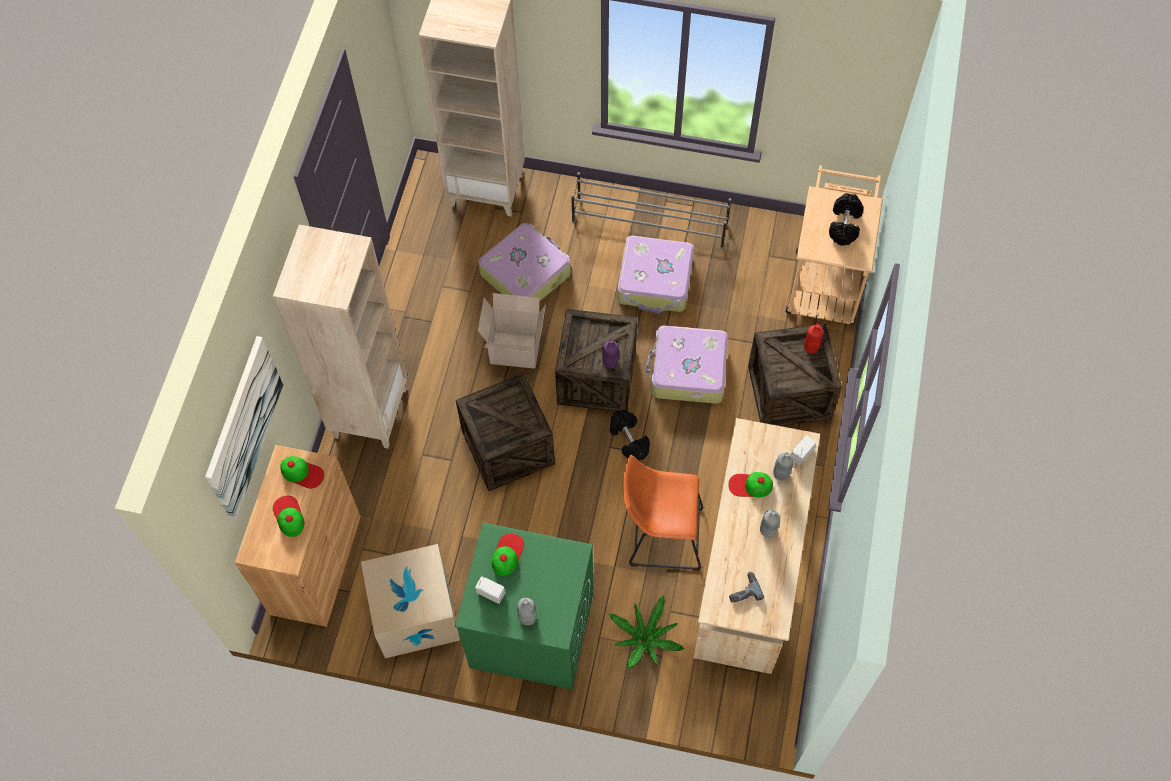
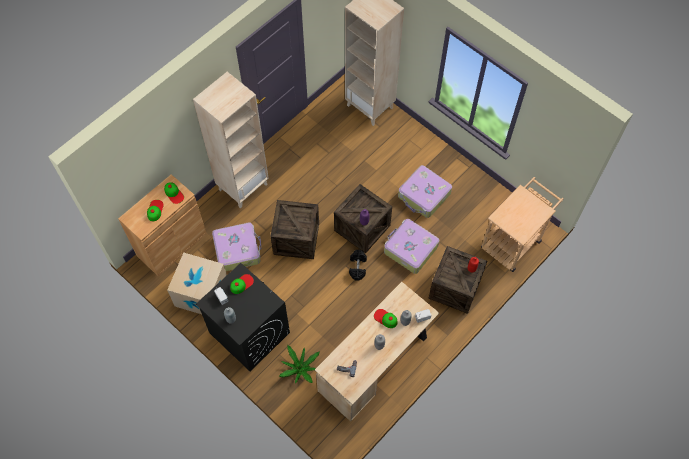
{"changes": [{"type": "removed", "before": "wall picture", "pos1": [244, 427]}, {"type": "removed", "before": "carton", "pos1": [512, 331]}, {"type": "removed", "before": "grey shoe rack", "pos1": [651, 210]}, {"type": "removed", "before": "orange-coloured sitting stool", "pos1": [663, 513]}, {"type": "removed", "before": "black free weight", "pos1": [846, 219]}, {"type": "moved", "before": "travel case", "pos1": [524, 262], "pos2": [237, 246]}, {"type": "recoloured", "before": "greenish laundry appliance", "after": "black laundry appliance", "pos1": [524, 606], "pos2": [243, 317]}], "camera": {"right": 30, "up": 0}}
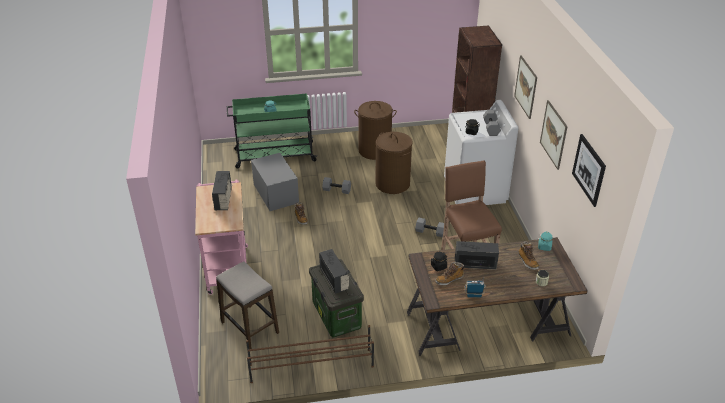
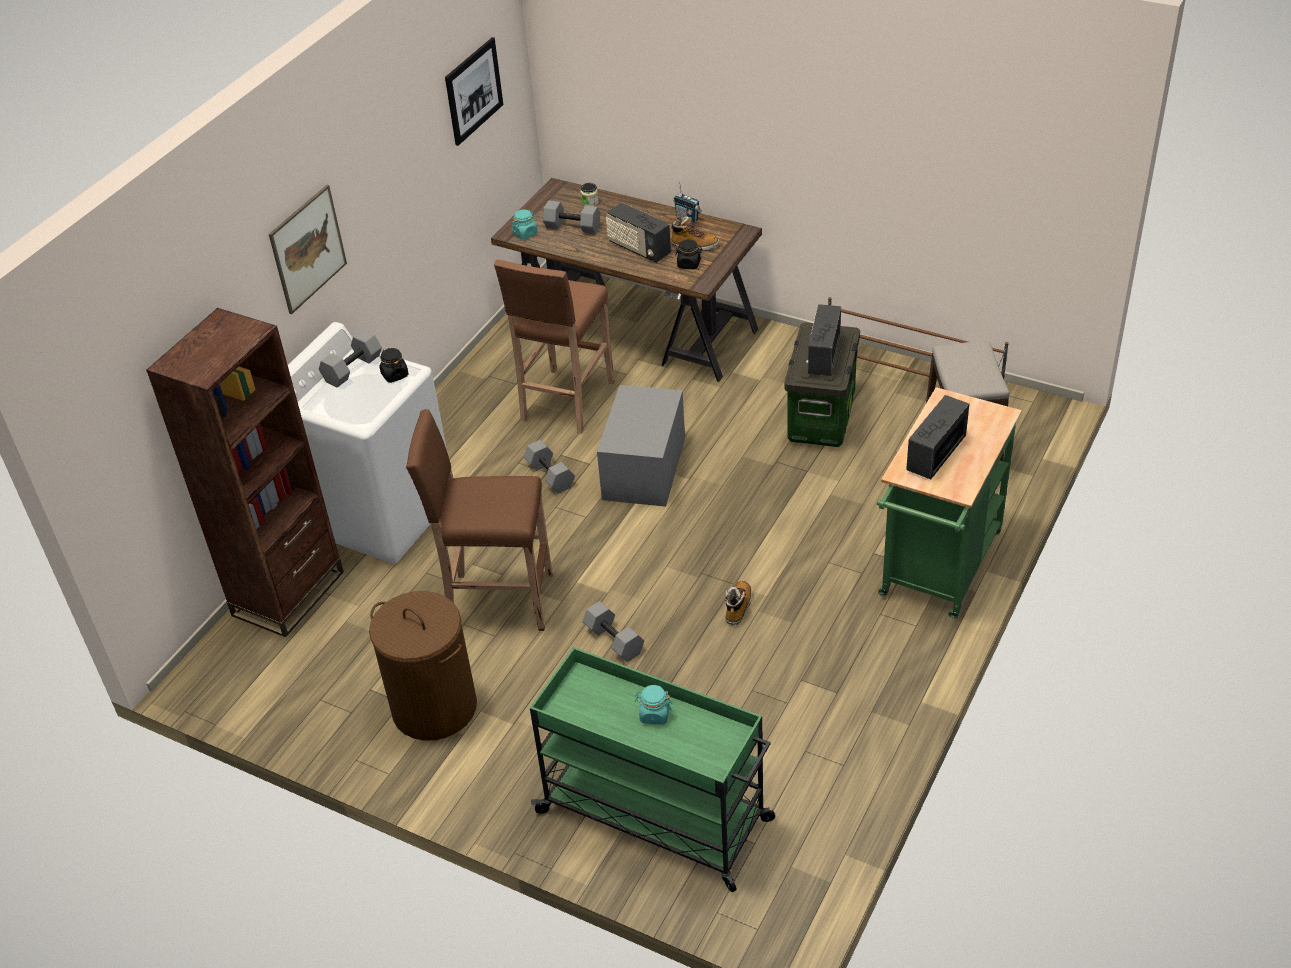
{"changes": [{"type": "removed", "before": "wall picture", "pos1": [554, 135]}, {"type": "moved", "before": "grey storage box", "pos1": [275, 182], "pos2": [641, 446]}, {"type": "replaced", "before": "brownish laundry basket", "after": "brownish sitting stool", "pos1": [394, 163], "pos2": [479, 520]}, {"type": "replaced", "before": "high-top boot", "after": "grey free weight", "pos1": [528, 255], "pos2": [571, 217]}, {"type": "recoloured", "before": "pinkish cart", "after": "greenish cart", "pos1": [221, 237], "pos2": [949, 503]}], "camera": {"right": -140, "up": 5}}
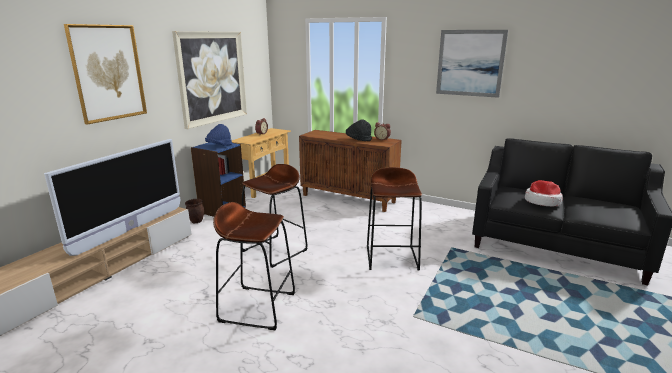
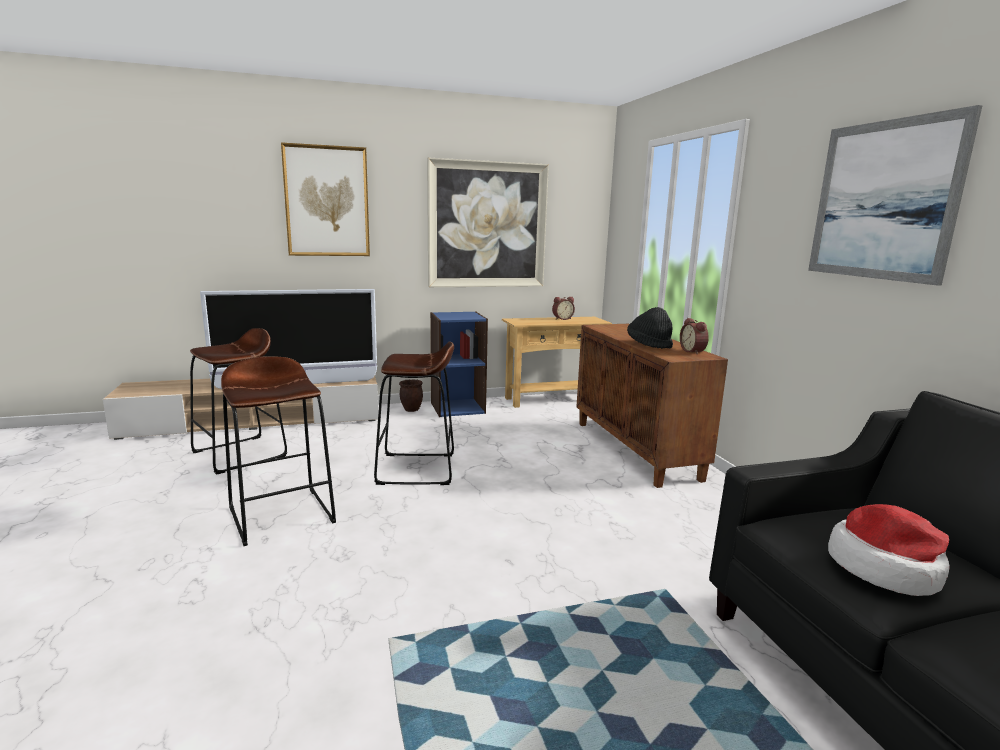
{"changes": [{"type": "removed", "before": "bluish hat", "pos1": [218, 134]}, {"type": "moved", "before": "brownish sitting stool", "pos1": [394, 218], "pos2": [238, 401]}], "camera": {"right": 45, "up": -5}}
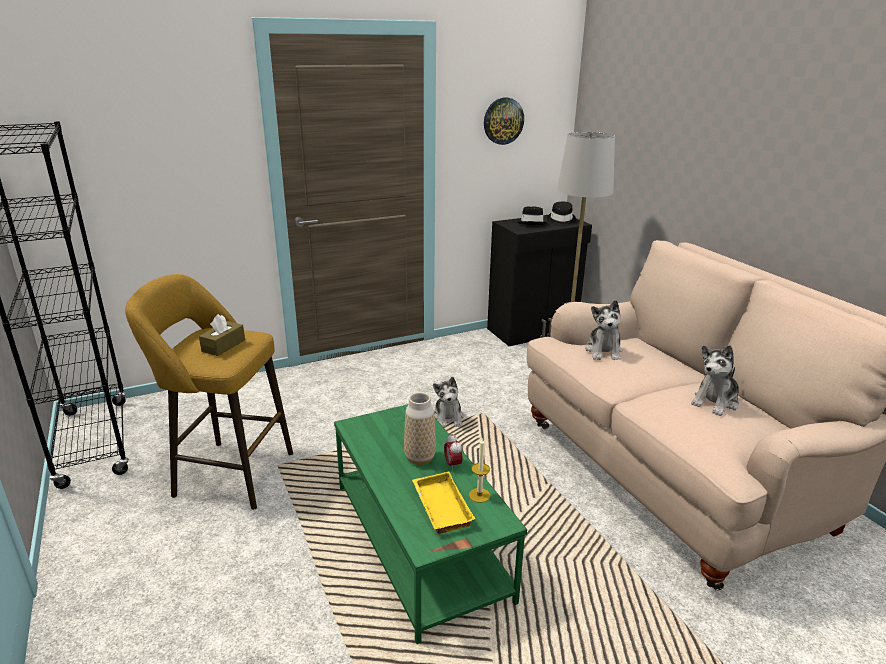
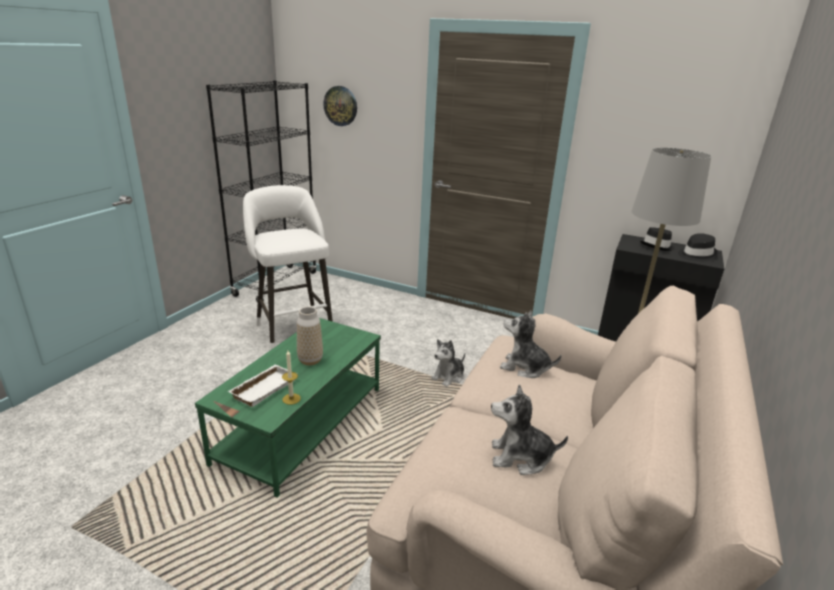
{"changes": [{"type": "removed", "before": "brownish tissue box", "pos1": [222, 335]}, {"type": "removed", "before": "bedside clock", "pos1": [453, 452]}, {"type": "moved", "before": "clock on the wall", "pos1": [504, 121], "pos2": [340, 106]}, {"type": "recoloured", "before": "yellow-coloured sitting stool", "after": "whitish sitting stool", "pos1": [209, 392], "pos2": [288, 267]}, {"type": "recoloured", "before": "yellow-coloured serving tray", "after": "whitish serving tray", "pos1": [443, 503], "pos2": [261, 385]}, {"type": "turned", "before": "plush toy", "pos1": [604, 330], "pos2": [530, 344], "turn": 60}], "camera": {"right": 50, "up": 0}}
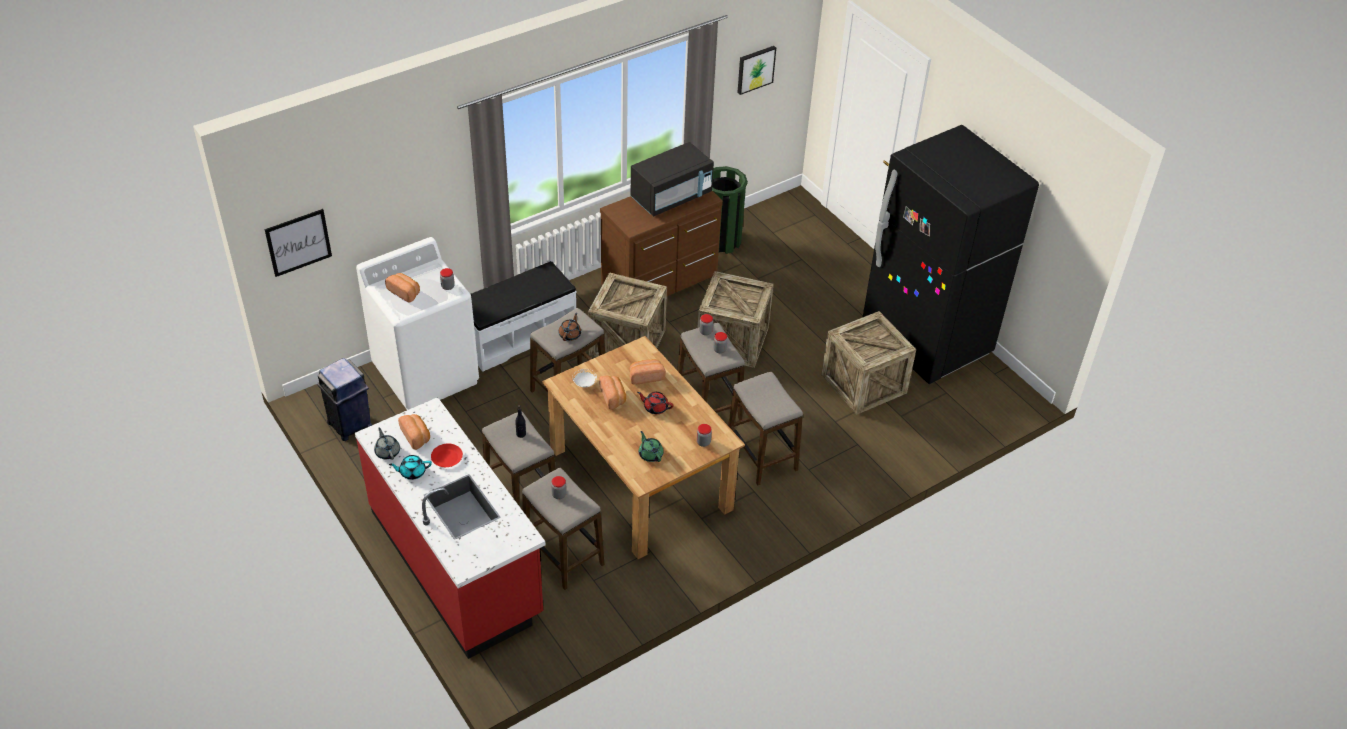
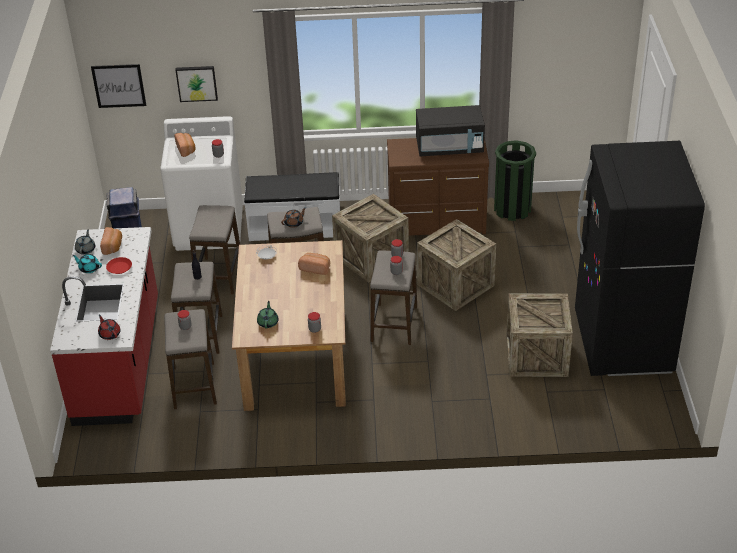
{"changes": [{"type": "removed", "before": "baked bread", "pos1": [612, 392]}, {"type": "moved", "before": "red pot for tea", "pos1": [655, 403], "pos2": [109, 327]}, {"type": "moved", "before": "sitting stool", "pos1": [765, 428], "pos2": [214, 249]}, {"type": "moved", "before": "wall picture", "pos1": [756, 70], "pos2": [196, 84]}], "camera": {"right": 35, "up": -5}}
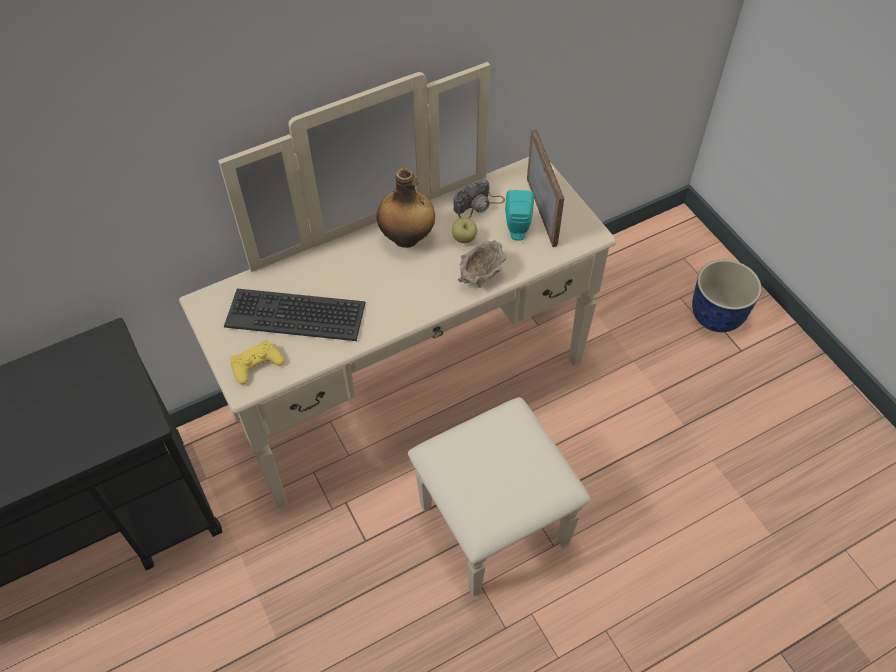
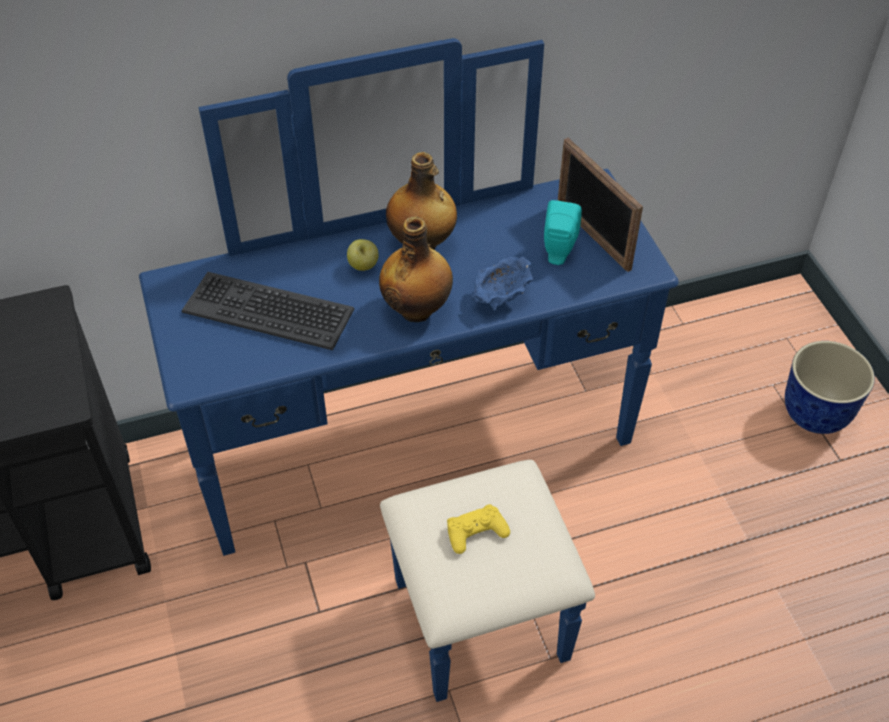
{"changes": [{"type": "removed", "before": "still camera", "pos1": [479, 199]}, {"type": "added", "after": "bottle", "pos2": [416, 269]}, {"type": "moved", "before": "yellow-coloured gamepad", "pos1": [257, 362], "pos2": [478, 529]}, {"type": "moved", "before": "apple", "pos1": [464, 230], "pos2": [363, 255]}, {"type": "recoloured", "before": "beige chest of drawers", "after": "bluish chest of drawers", "pos1": [397, 329], "pos2": [409, 370]}, {"type": "recoloured", "before": "beige bowl", "after": "bluish bowl", "pos1": [482, 264], "pos2": [501, 284]}, {"type": "turned", "before": "standing frame", "pos1": [545, 188], "pos2": [600, 205], "turn": 150}], "camera": {"right": 10, "up": -5}}
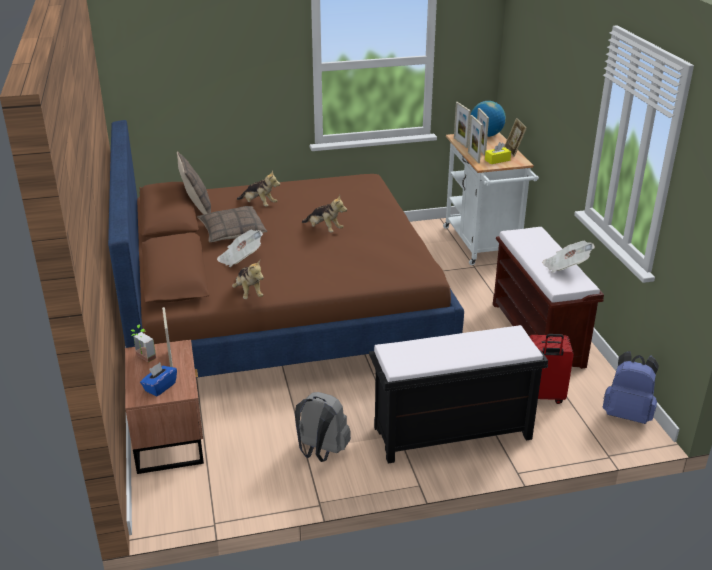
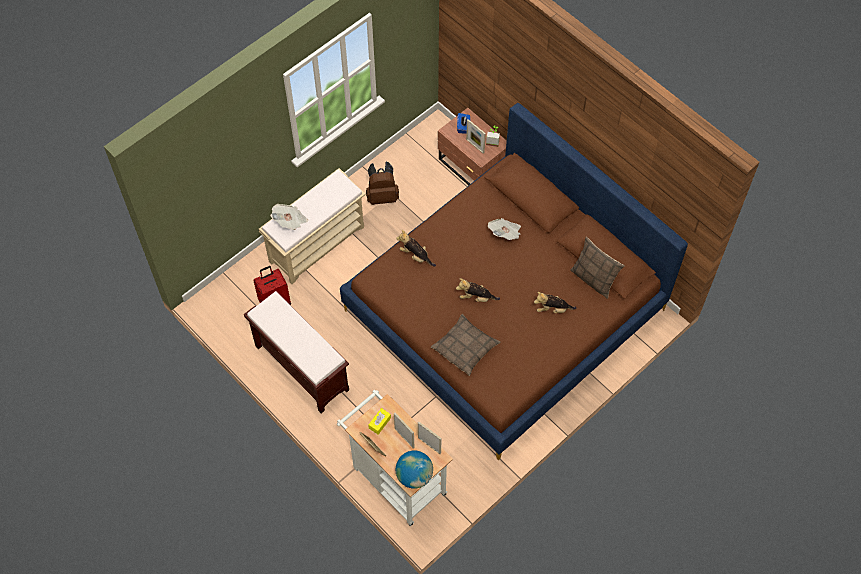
{"changes": [{"type": "removed", "before": "standing frame", "pos1": [475, 139]}, {"type": "removed", "before": "bluish knapsack", "pos1": [631, 387]}, {"type": "moved", "before": "pillow", "pos1": [232, 224], "pos2": [465, 345]}, {"type": "moved", "before": "plush toy", "pos1": [248, 279], "pos2": [416, 248]}, {"type": "moved", "before": "printed paper", "pos1": [568, 256], "pos2": [289, 217]}, {"type": "recoloured", "before": "grey knapsack", "after": "brownish knapsack", "pos1": [323, 427], "pos2": [382, 183]}, {"type": "recoloured", "before": "black long seat", "after": "beige long seat", "pos1": [458, 394], "pos2": [312, 226]}], "camera": {"right": 150, "up": 30}}
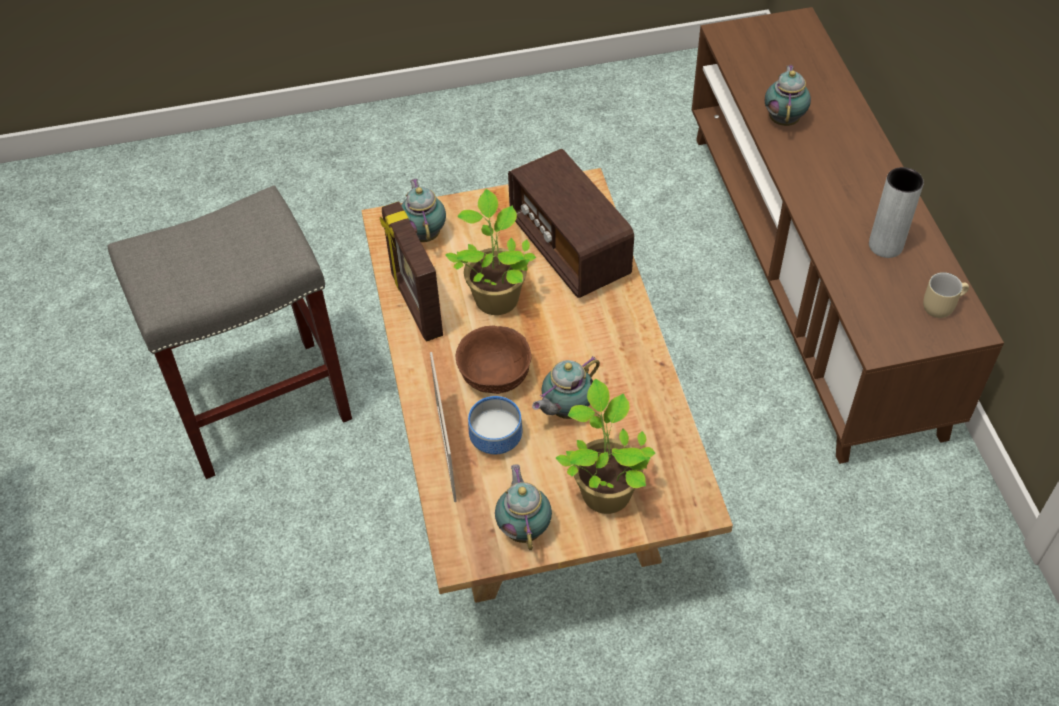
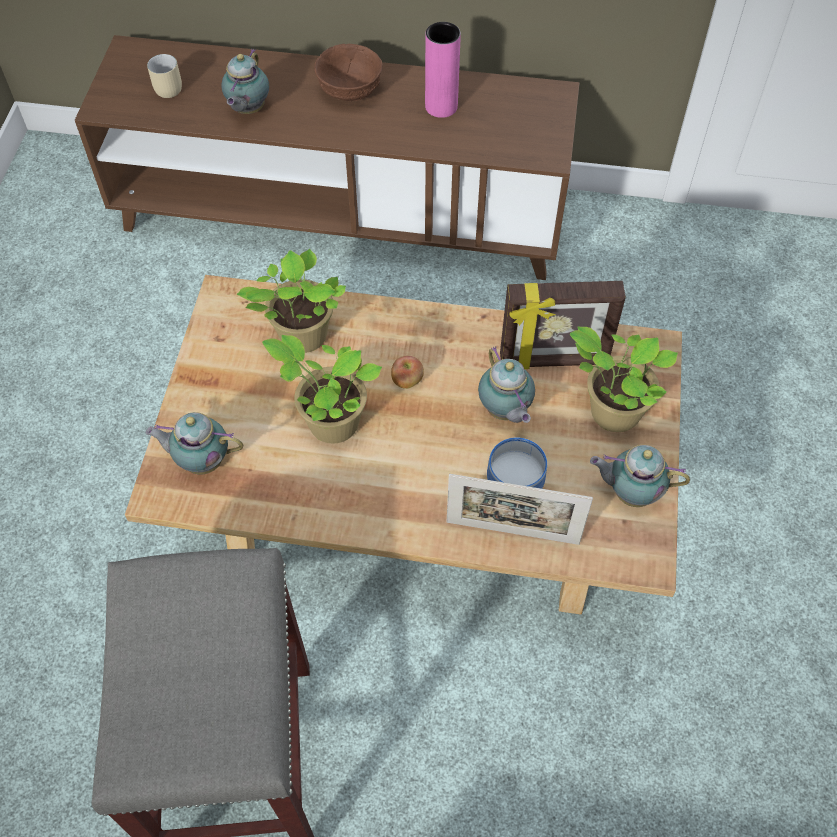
{"changes": [{"type": "added", "after": "apple", "pos2": [407, 372]}, {"type": "moved", "before": "standing frame", "pos1": [411, 271], "pos2": [563, 325]}, {"type": "moved", "before": "brownish bowl", "pos1": [494, 359], "pos2": [348, 72]}, {"type": "moved", "before": "beige coffee mug", "pos1": [946, 295], "pos2": [164, 76]}, {"type": "replaced", "before": "radio set", "after": "houseplant", "pos1": [571, 223], "pos2": [291, 301]}, {"type": "recoloured", "before": "grey flower vase", "after": "pinkish flower vase", "pos1": [896, 212], "pos2": [443, 70]}, {"type": "turned", "before": "pot for tea", "pos1": [788, 95], "pos2": [245, 81], "turn": -105}], "camera": {"right": -70, "up": 5}}
